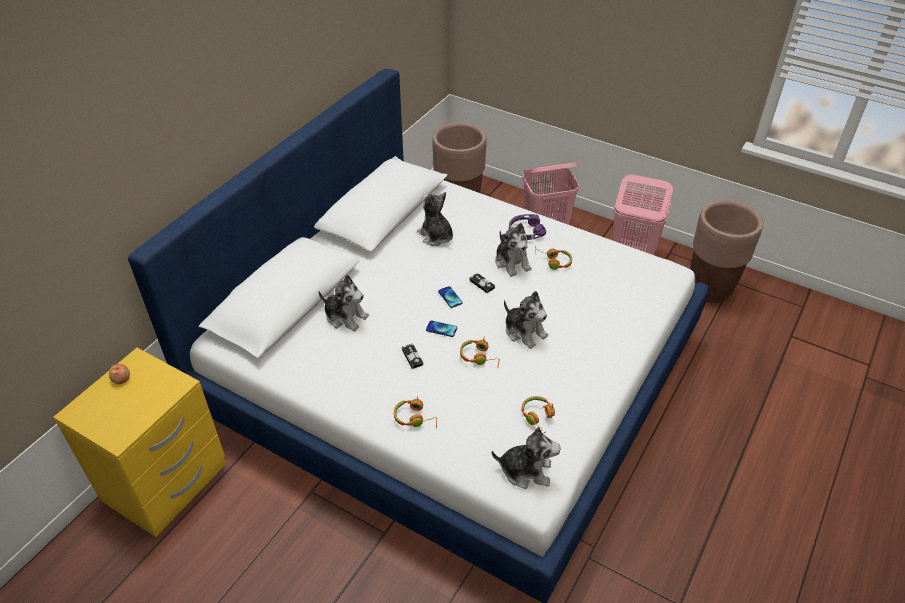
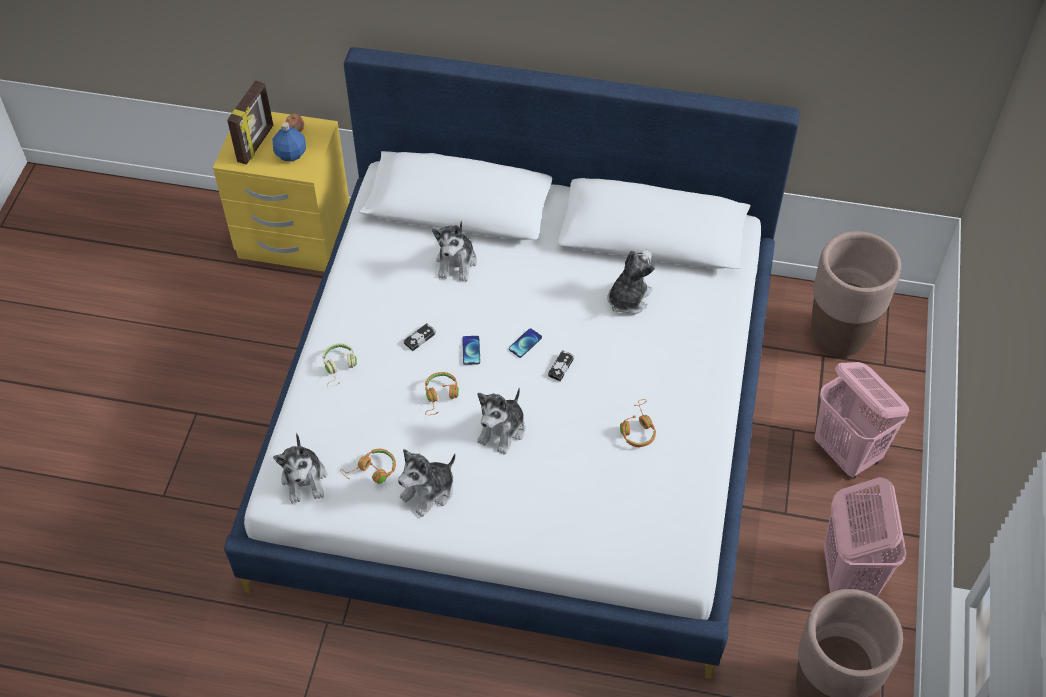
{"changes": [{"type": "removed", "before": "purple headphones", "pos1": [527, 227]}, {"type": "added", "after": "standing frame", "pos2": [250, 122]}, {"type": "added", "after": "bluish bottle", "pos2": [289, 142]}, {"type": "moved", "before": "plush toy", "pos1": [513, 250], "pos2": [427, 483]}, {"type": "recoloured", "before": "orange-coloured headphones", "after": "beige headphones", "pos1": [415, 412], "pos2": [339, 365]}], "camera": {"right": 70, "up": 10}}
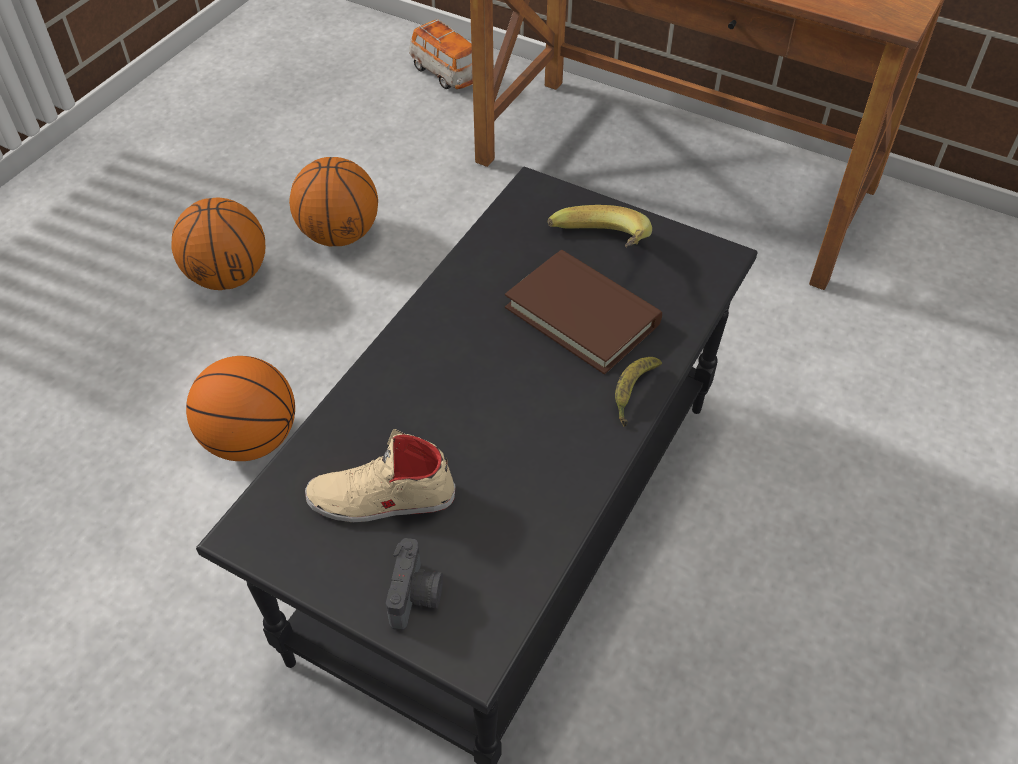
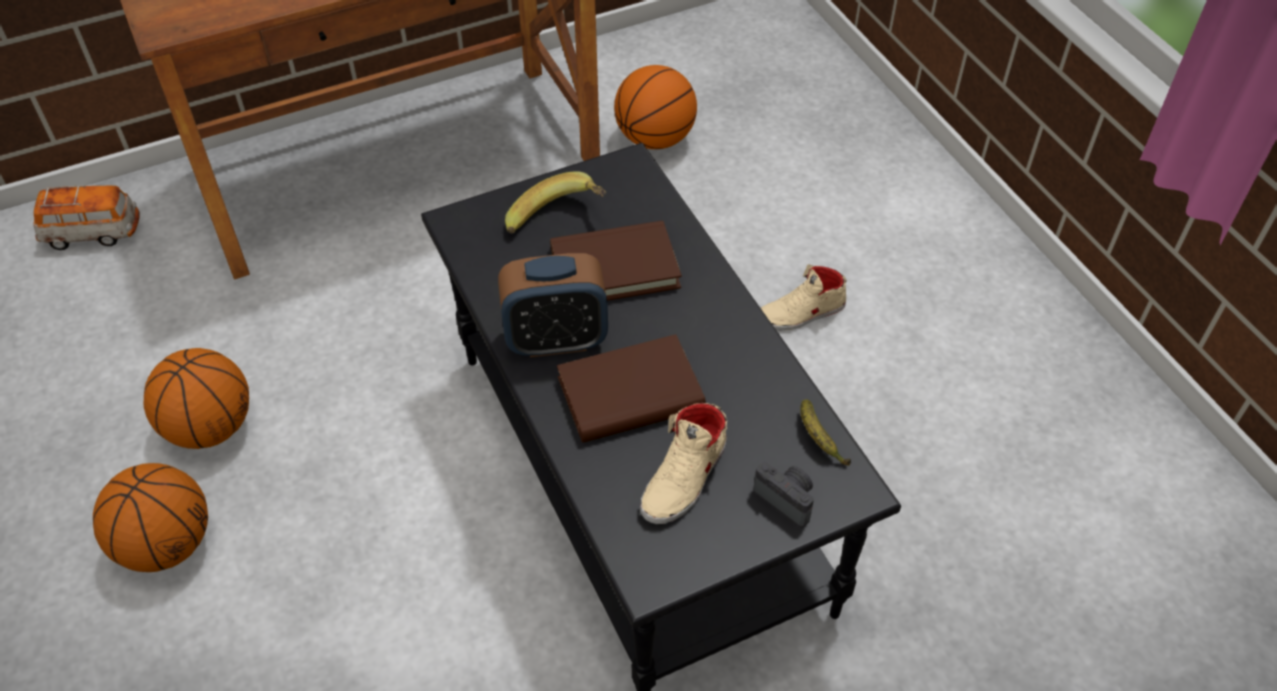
{"changes": [{"type": "added", "after": "bedside clock", "pos2": [553, 305]}, {"type": "added", "after": "brownish book", "pos2": [631, 388]}, {"type": "added", "after": "beige low shoe", "pos2": [804, 297]}, {"type": "moved", "before": "basketball ball", "pos1": [240, 408], "pos2": [655, 107]}, {"type": "moved", "before": "banana", "pos1": [638, 392], "pos2": [825, 432]}], "camera": {"right": -55, "up": 0}}
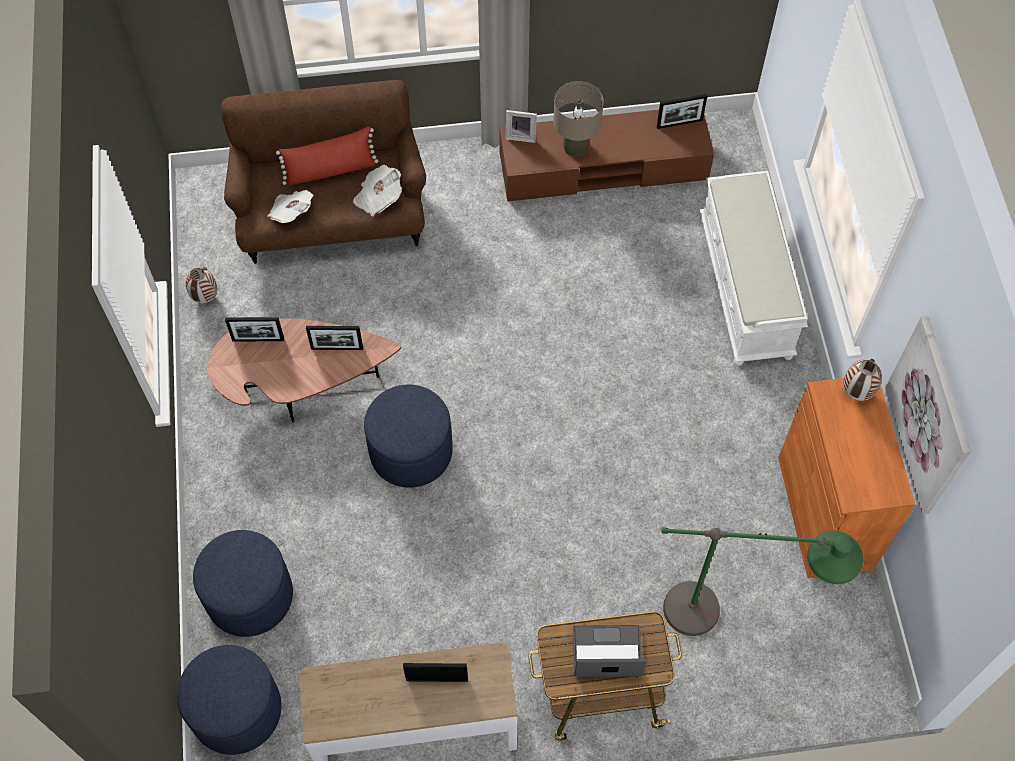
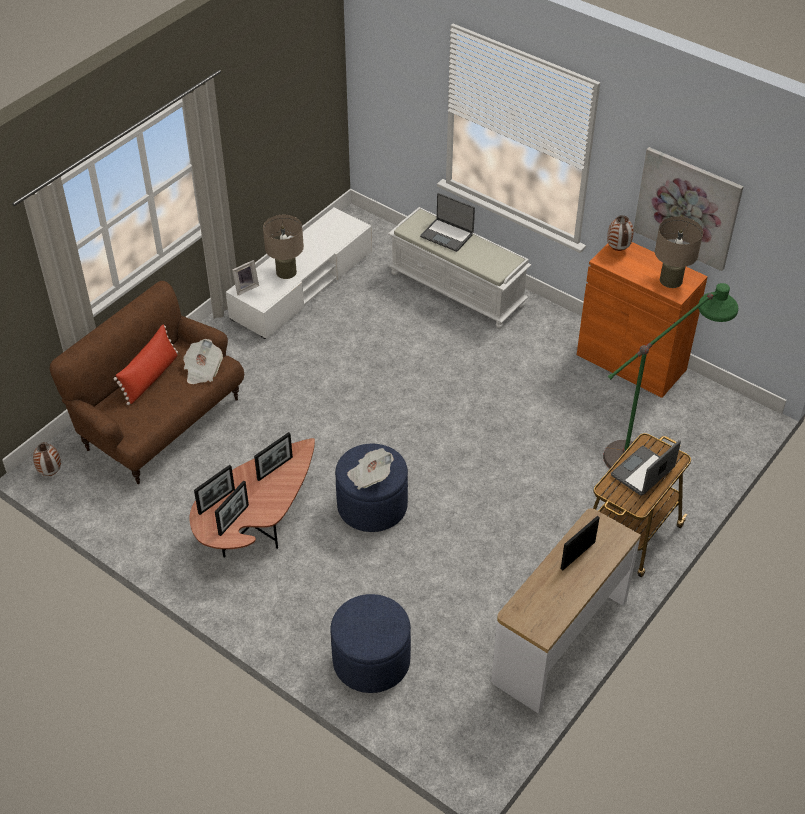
{"changes": [{"type": "removed", "before": "bluish ottoman", "pos1": [229, 700]}, {"type": "added", "after": "portable computer", "pos2": [447, 222]}, {"type": "added", "after": "beige table lamp", "pos2": [679, 252]}, {"type": "moved", "before": "flower vase", "pos1": [201, 285], "pos2": [47, 459]}, {"type": "moved", "before": "printed paper", "pos1": [290, 206], "pos2": [370, 469]}, {"type": "moved", "before": "standing frame", "pos1": [682, 111], "pos2": [232, 508]}, {"type": "recoloured", "before": "brownish media console", "after": "whitish media console", "pos1": [606, 155], "pos2": [299, 273]}], "camera": {"right": -45, "up": -15}}
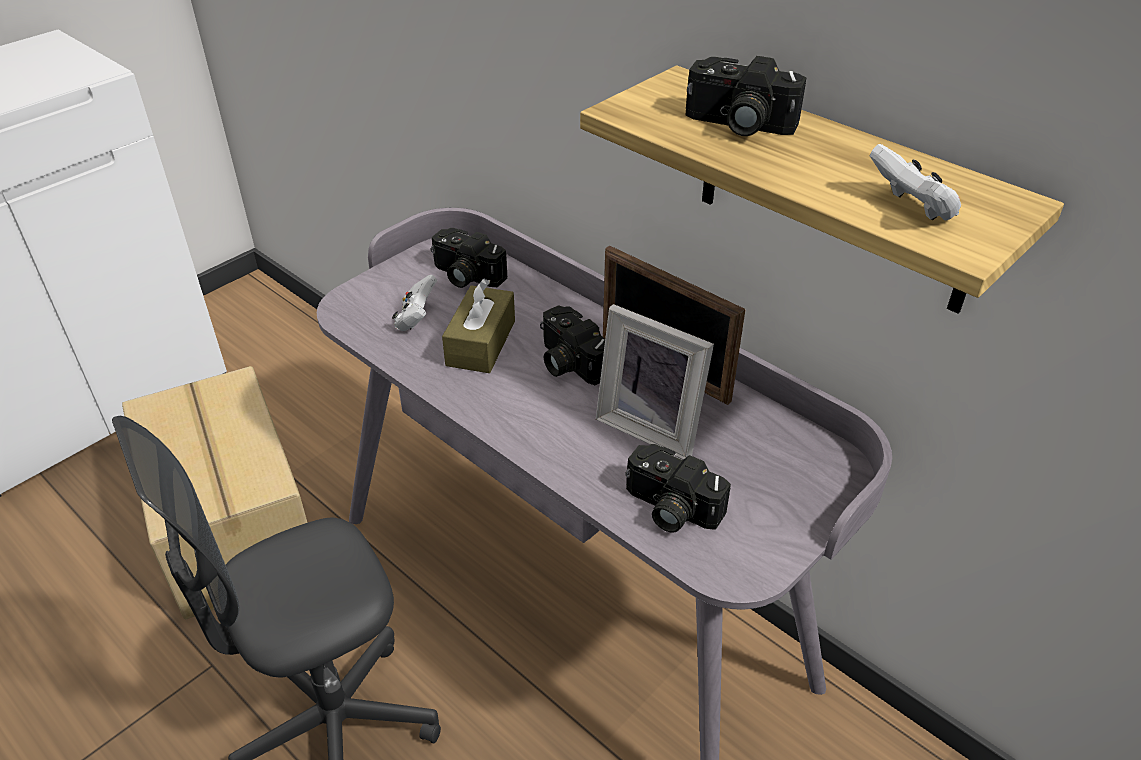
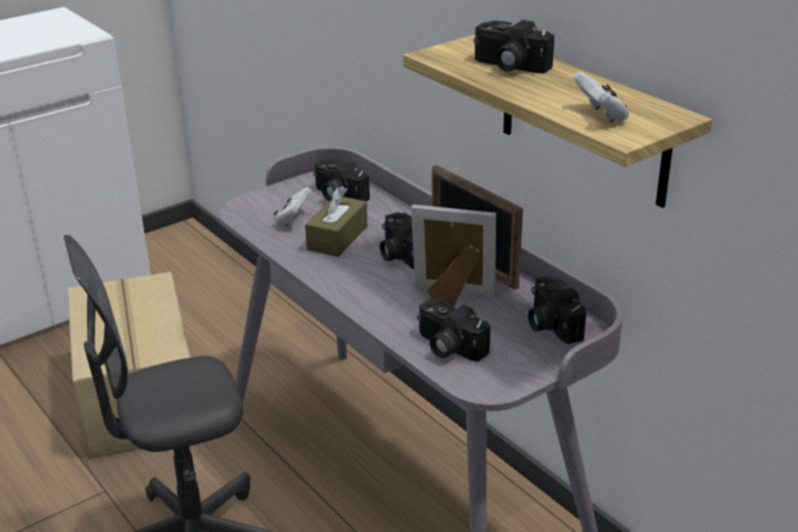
{"changes": [{"type": "added", "after": "still camera", "pos2": [557, 310]}, {"type": "turned", "before": "standing frame", "pos1": [655, 382], "pos2": [453, 255], "turn": 150}], "camera": {"right": 10, "up": -10}}
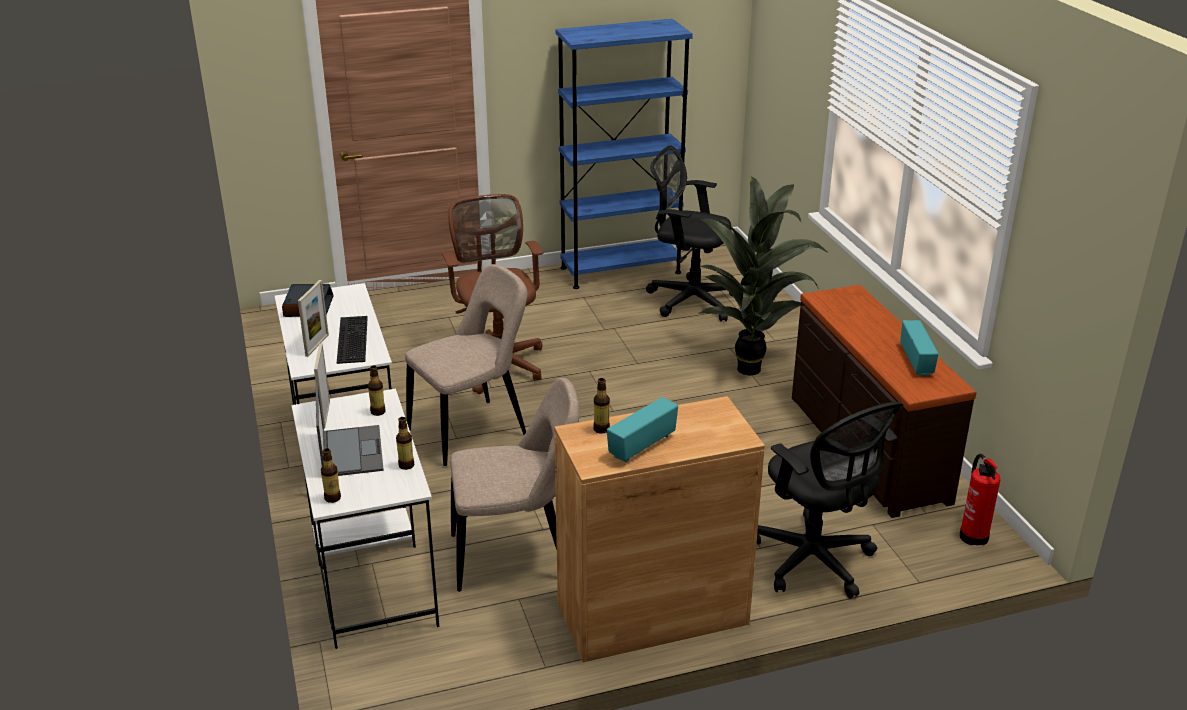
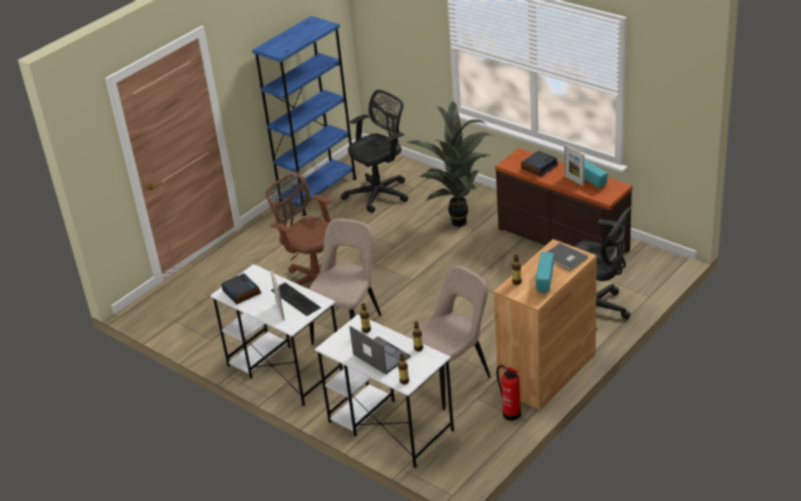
{"changes": [{"type": "added", "after": "bedside clock", "pos2": [539, 164]}, {"type": "added", "after": "grey book", "pos2": [567, 257]}, {"type": "moved", "before": "standing frame", "pos1": [322, 386], "pos2": [574, 165]}, {"type": "moved", "before": "fire extinguisher", "pos1": [980, 499], "pos2": [508, 393]}, {"type": "turned", "before": "black desk chair", "pos1": [689, 233], "pos2": [374, 151], "turn": 150}], "camera": {"right": -30, "up": 5}}
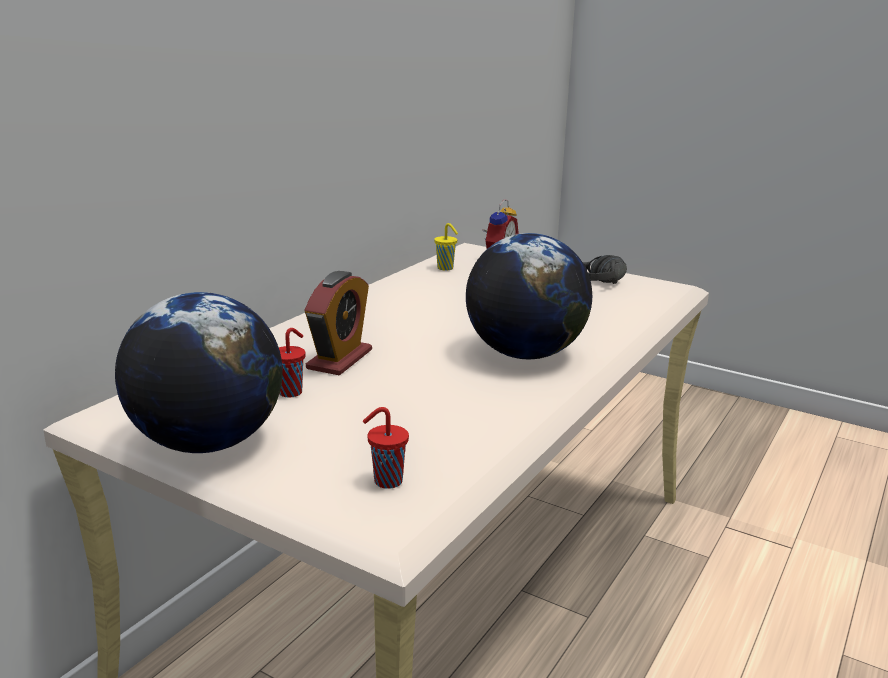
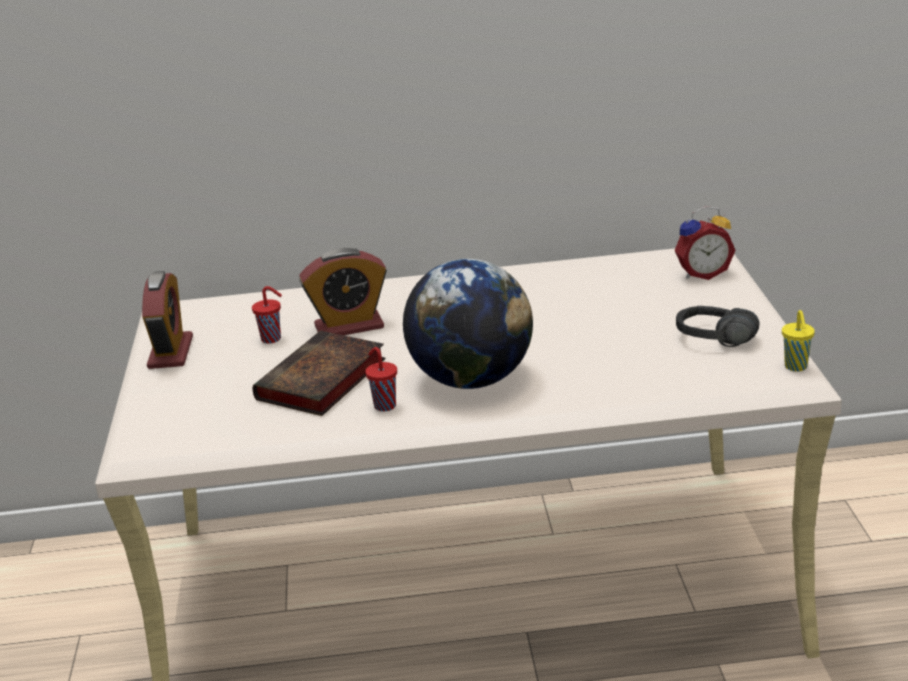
{"changes": [{"type": "added", "after": "book", "pos2": [319, 373]}, {"type": "moved", "before": "red cup", "pos1": [386, 448], "pos2": [381, 379]}, {"type": "moved", "before": "yellow-coloured cup", "pos1": [446, 247], "pos2": [798, 340]}, {"type": "replaced", "before": "world globe", "after": "bedside clock", "pos1": [199, 372], "pos2": [167, 320]}], "camera": {"right": 55, "up": 5}}
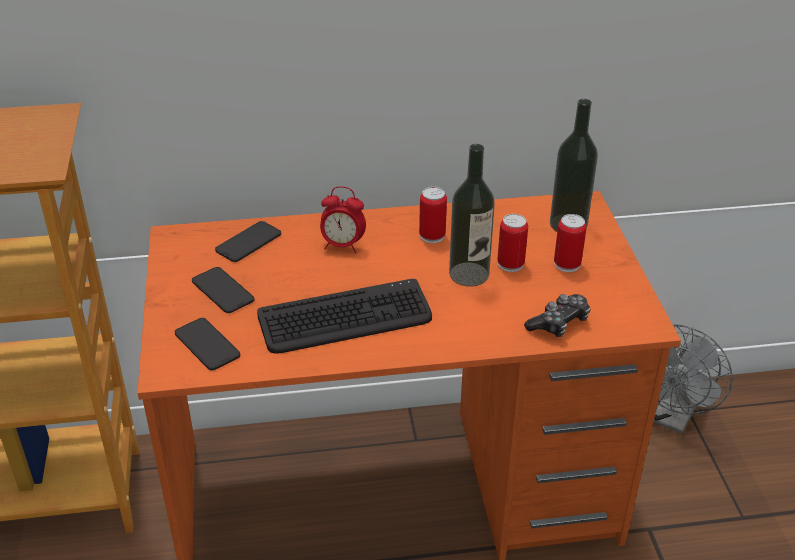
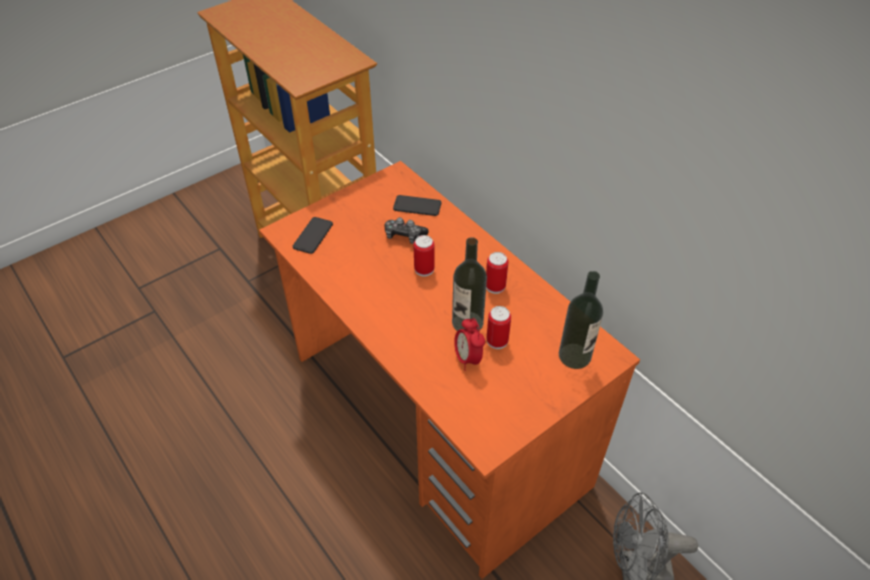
{"changes": [{"type": "removed", "before": "handset", "pos1": [223, 290]}, {"type": "removed", "before": "computer keyboard", "pos1": [344, 316]}, {"type": "moved", "before": "bedside clock", "pos1": [343, 219], "pos2": [469, 344]}, {"type": "moved", "before": "gamepad", "pos1": [557, 315], "pos2": [407, 230]}, {"type": "moved", "before": "sealed can", "pos1": [570, 243], "pos2": [424, 256]}], "camera": {"right": 60, "up": 10}}
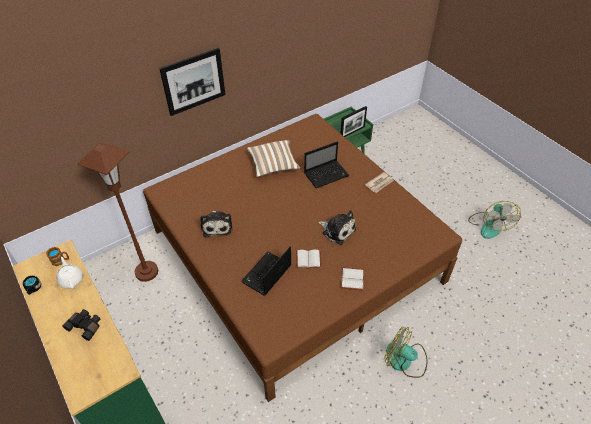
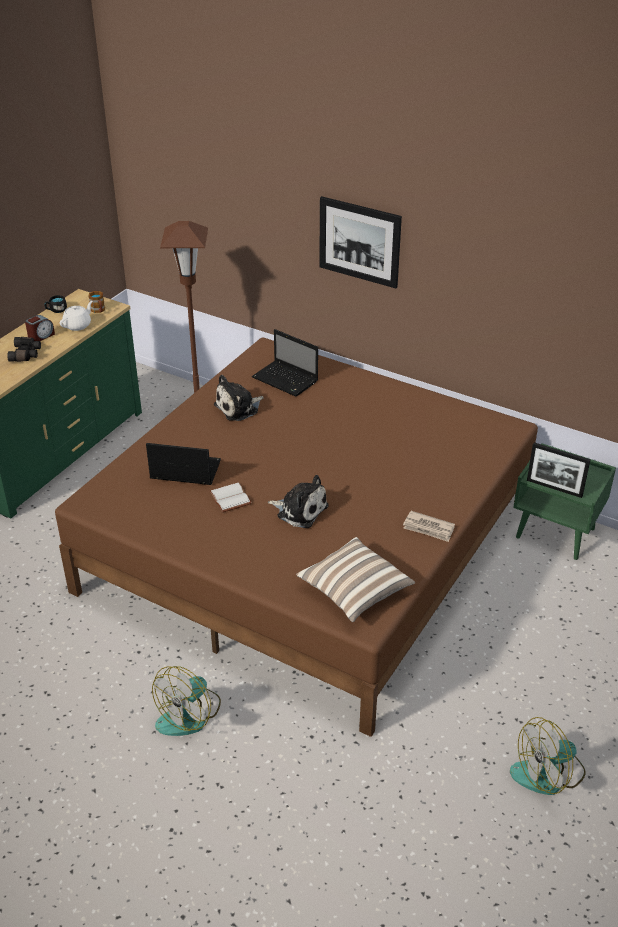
{"changes": [{"type": "removed", "before": "whitish book", "pos1": [352, 278]}, {"type": "added", "after": "bedside clock", "pos2": [40, 328]}, {"type": "moved", "before": "pillow", "pos1": [273, 158], "pos2": [355, 579]}, {"type": "moved", "before": "portable computer", "pos1": [326, 164], "pos2": [285, 363]}, {"type": "turned", "before": "plush toy", "pos1": [337, 227], "pos2": [298, 501], "turn": -75}, {"type": "turned", "before": "electric fan", "pos1": [406, 352], "pos2": [186, 701], "turn": -150}], "camera": {"right": 65, "up": -10}}
